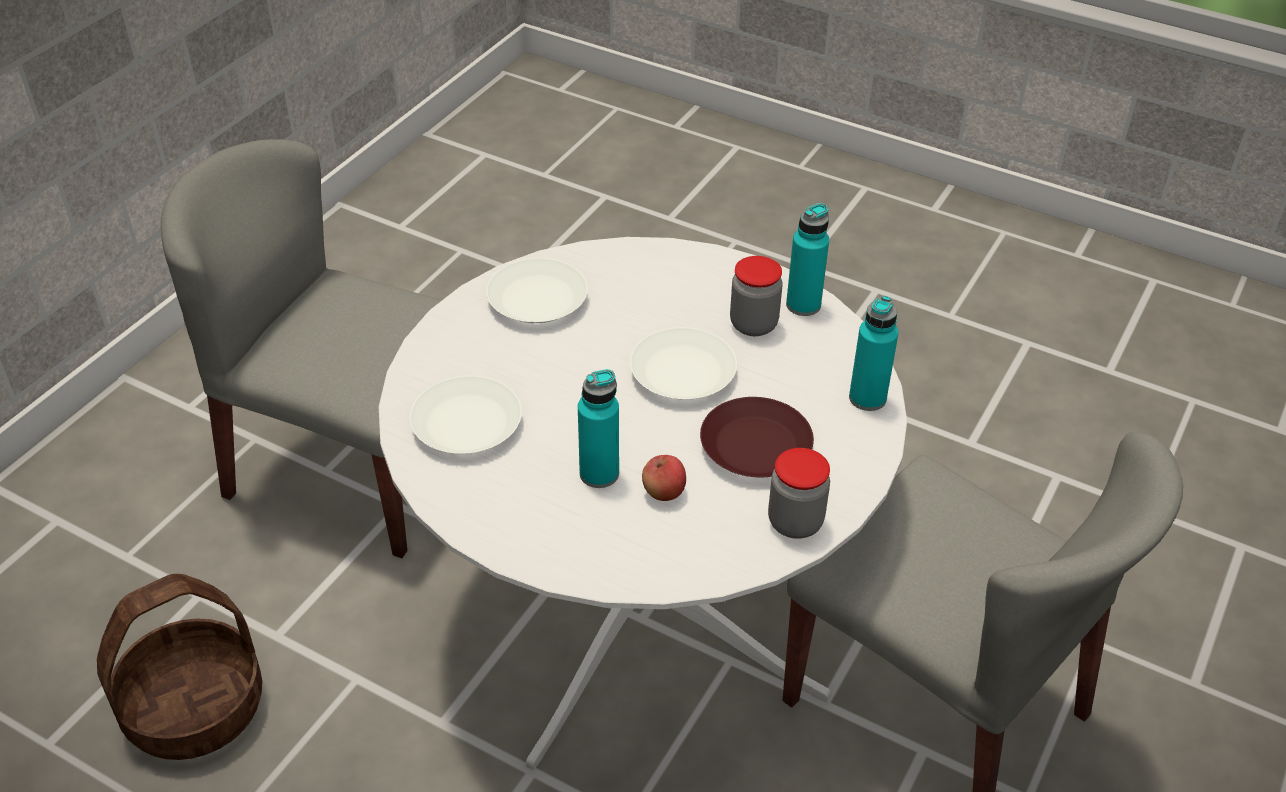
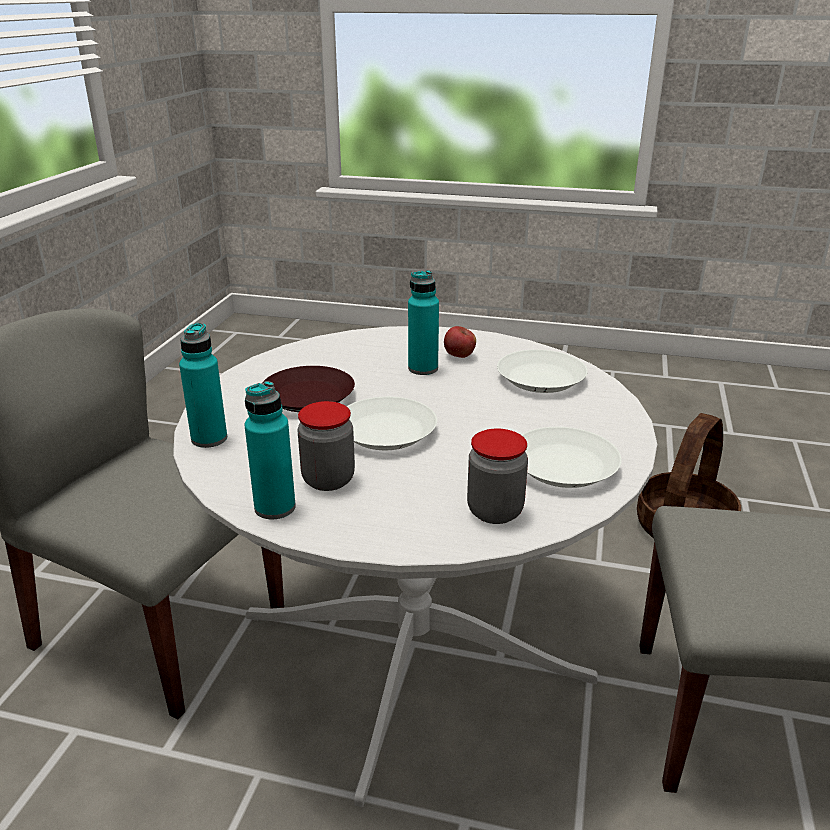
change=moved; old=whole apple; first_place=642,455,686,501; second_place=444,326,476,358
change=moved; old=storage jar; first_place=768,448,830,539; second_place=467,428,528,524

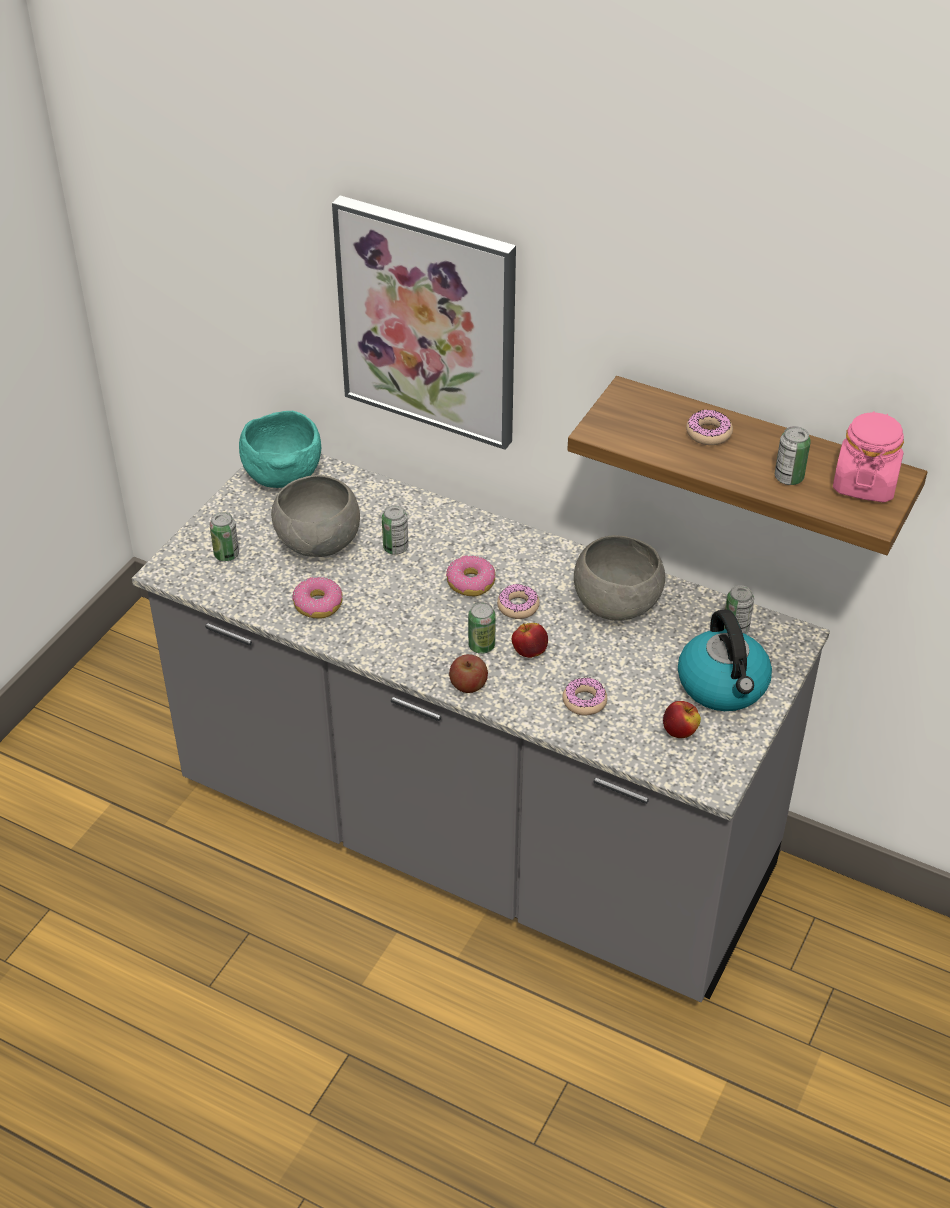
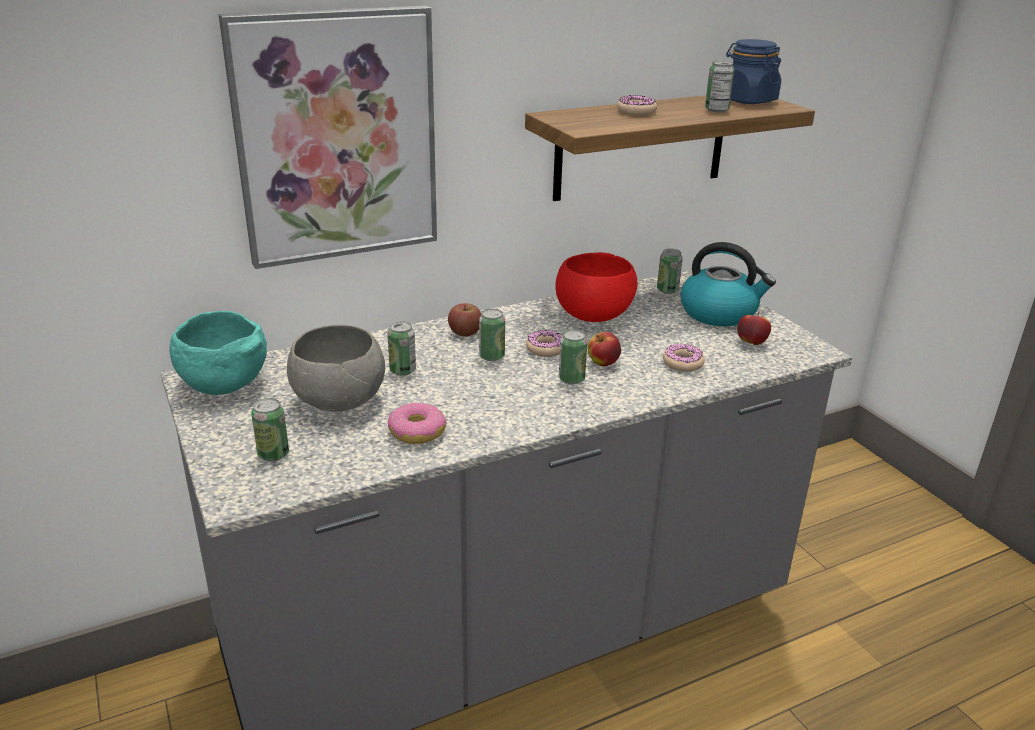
change=replaced; old=donut; new=metal can; first_place=446,555,495,596; second_place=479,309,505,361
change=moved; old=whole apple; first_place=449,654,488,693; second_place=448,303,482,337
change=recoloured; old=grey bowl; new=reddish bowl; first_place=574,535,665,621; second_place=555,252,638,322
change=recoloured; old=pinkish storage jar; new=bluish storage jar; first_place=833,411,904,502; second_place=726,39,781,104

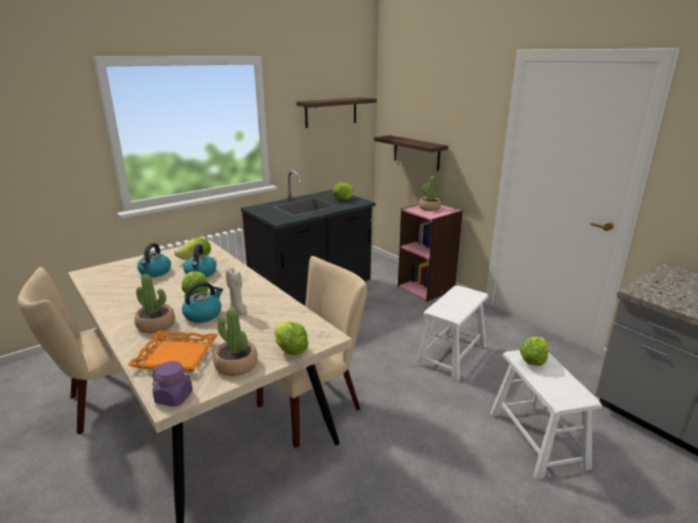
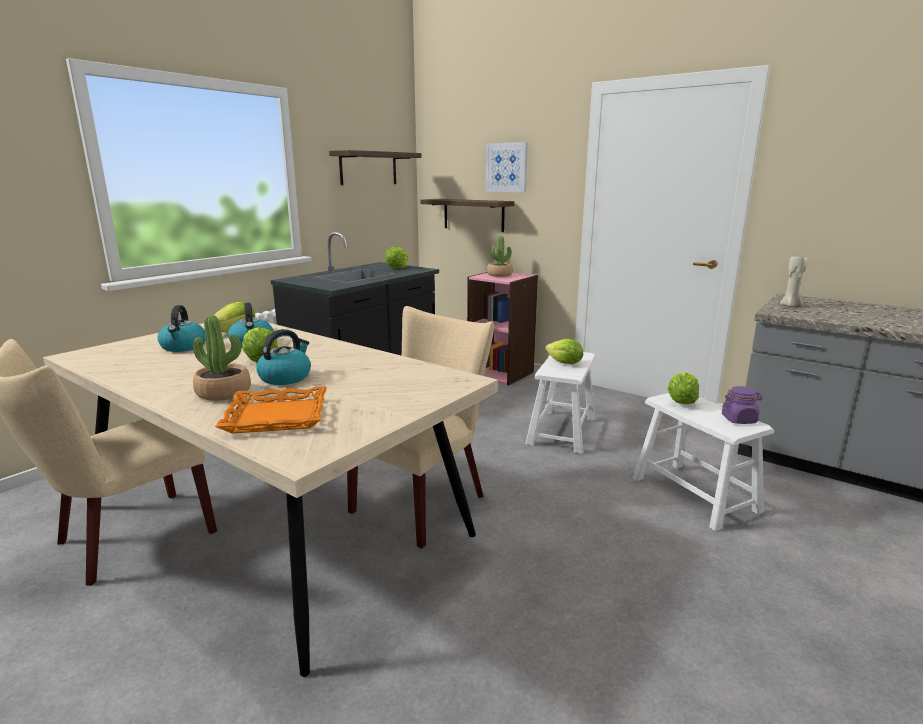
change=moved; old=purple storage jar; first_place=152,361,193,407; second_place=722,386,762,424
change=removed; old=houseplant; first_place=213,308,258,376
change=moved; old=beige-coloured wax light; first_place=226,268,247,315; second_place=780,254,807,306
change=moved; old=lettuce head; first_place=274,322,308,355; second_place=545,339,583,364
change=added; new=picture; second_place=486,142,528,192

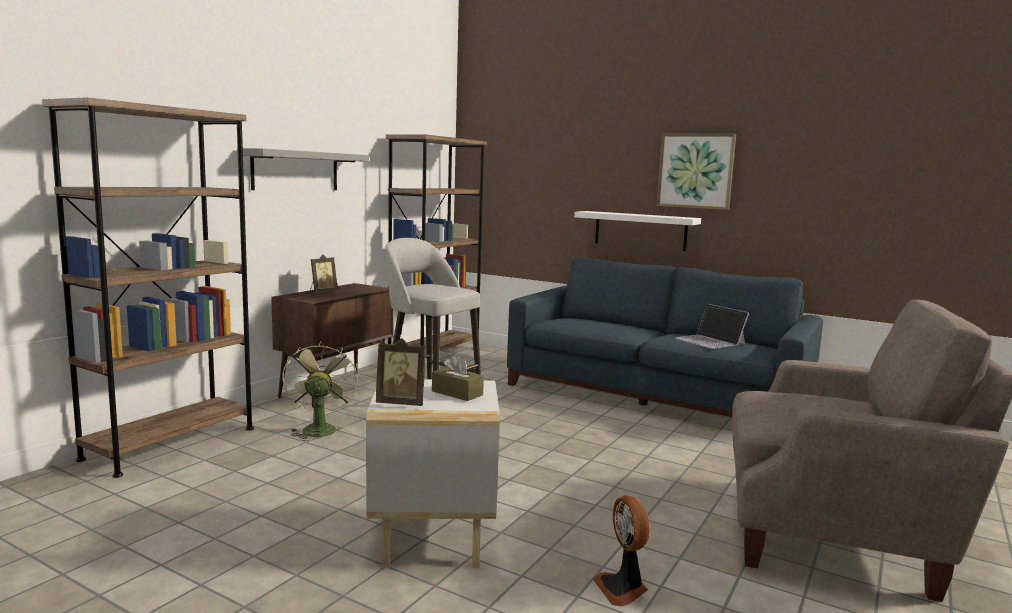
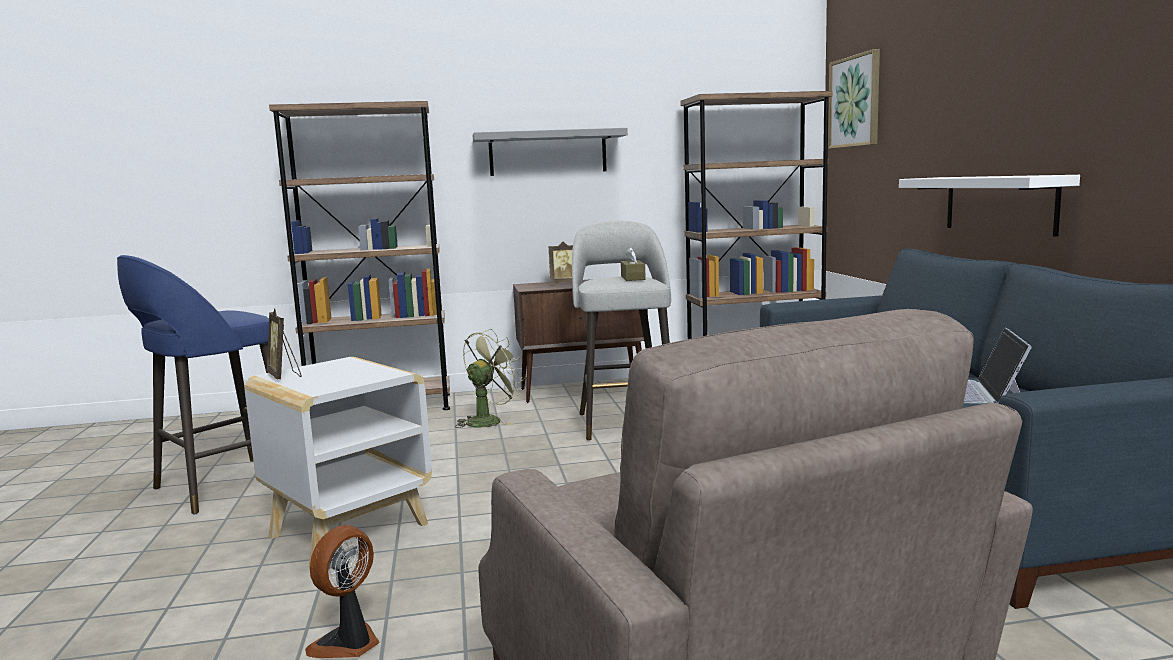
change=moved; old=brown tissue holder; first_place=432,354,484,401; second_place=621,247,646,281
change=moved; old=picture; first_place=657,134,736,210; second_place=828,49,880,149
change=added; new=bluish sitting stool; second_place=117,255,269,514

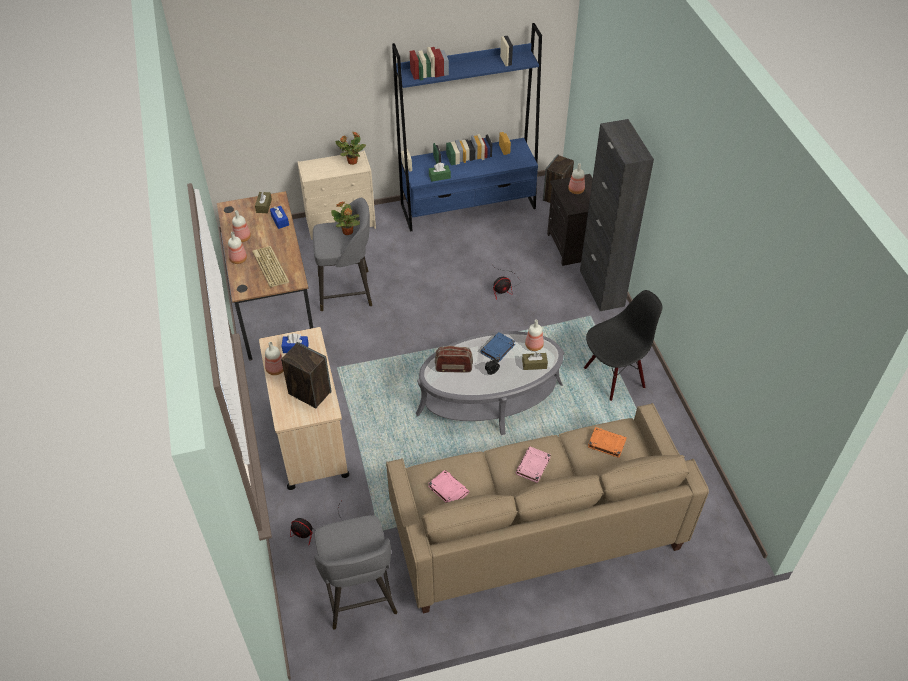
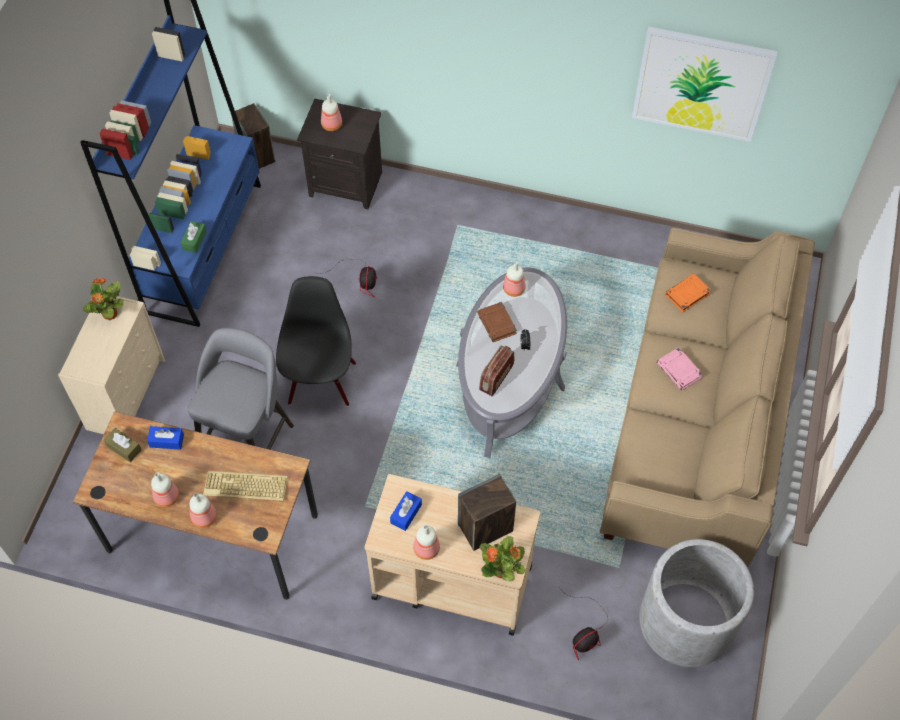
change=replaced; old=grey sitting stool; new=grey plant pot; first_place=314,515,397,630; second_place=639,539,754,667
change=moved; old=houseplant; first_place=331,202,360,235; second_place=479,536,526,581
change=removed; old=pinkish bound book; first_place=428,470,469,503
change=recoloured; old=bluish bound book; new=brown bound book; first_place=481,332,515,361; second_place=477,302,517,342
change=removed; old=brown tissue holder; first_place=522,352,548,370
change=removed; old=blackish cabinet; first_place=580,119,654,311
change=moved; old=blackish plain chair; first_place=584,290,662,401; second_place=276,276,356,406
change=added; new=picture; second_place=632,27,778,142

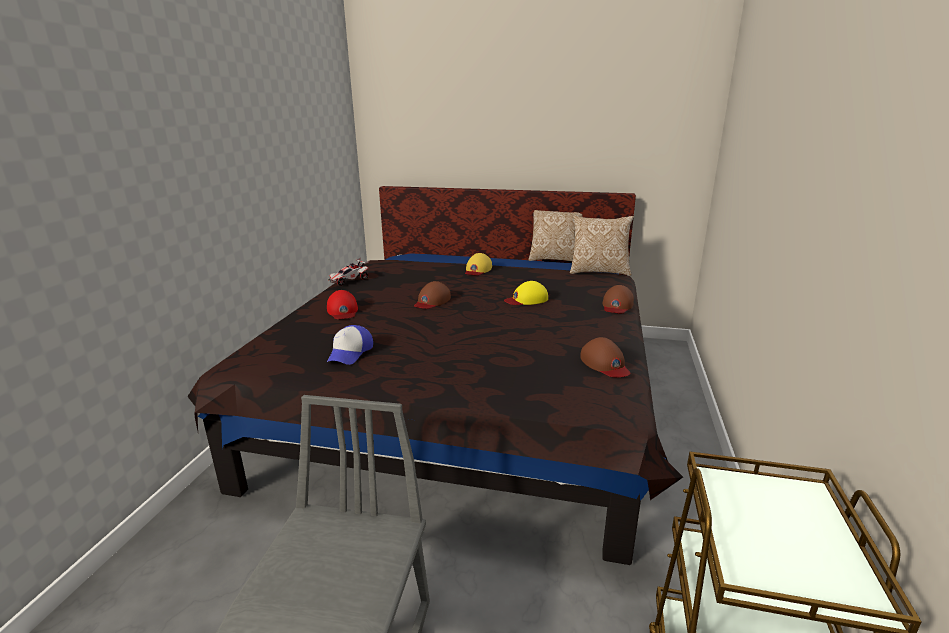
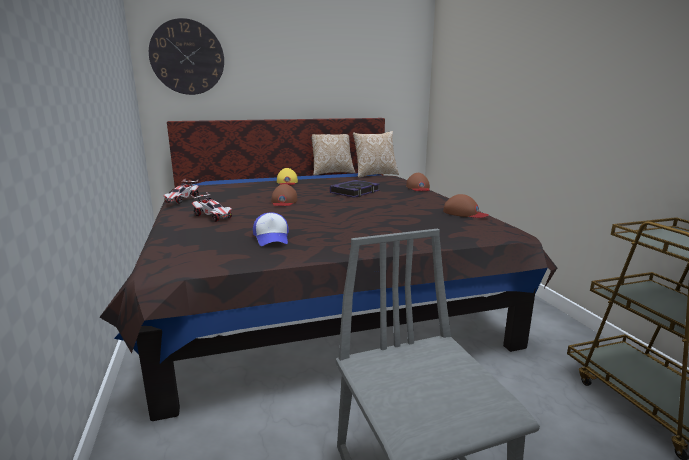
change=replaced; old=reddish baseball cap; new=model car; first_place=327,290,358,319; second_place=191,192,232,222
change=replaced; old=yellowish baseball cap; new=bound book; first_place=504,281,548,305; second_place=330,180,380,198
change=added; new=wall clock; second_place=149,18,224,95

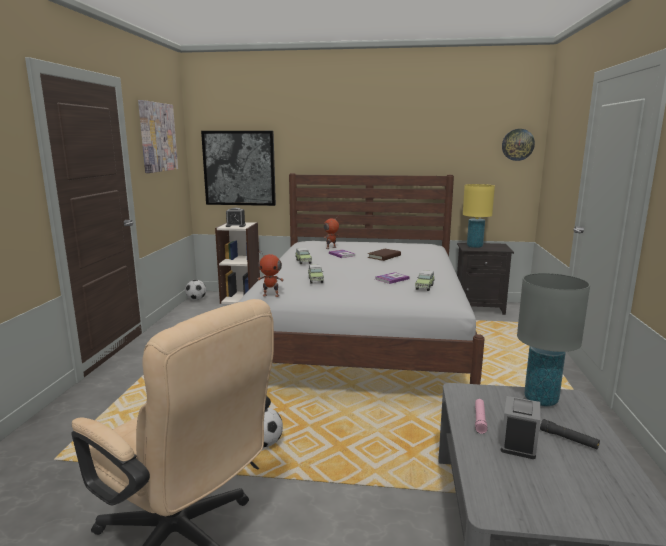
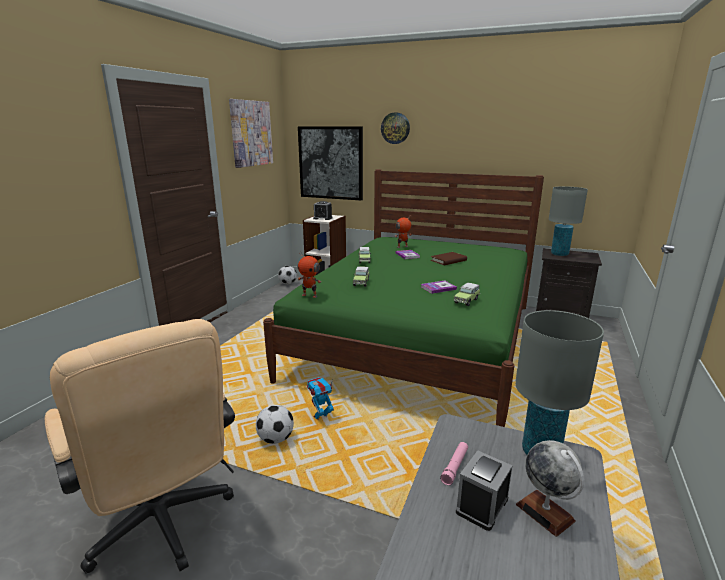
change=recoloured; old=white bed; new=green bed; first_place=239,173,485,384; second_place=263,169,544,427
change=recoloured; old=yellowish table lamp; new=grey table lamp; first_place=463,184,495,248; second_place=549,186,588,256
change=moved; old=wall clock; first_place=502,129,535,161; second_place=381,112,410,144
change=replaced; old=blackish torch; new=globe; first_place=540,419,600,449; second_place=516,440,584,537
change=added; new=model robot; second_place=307,377,334,420

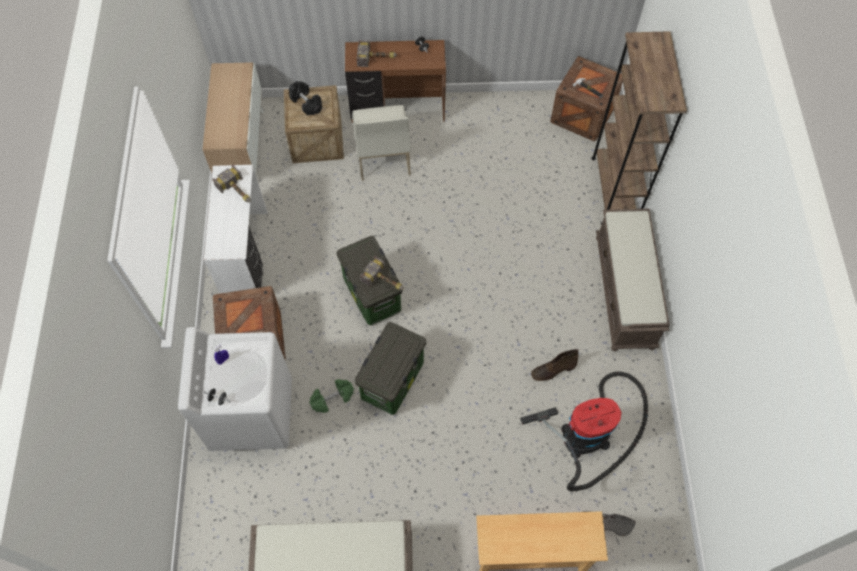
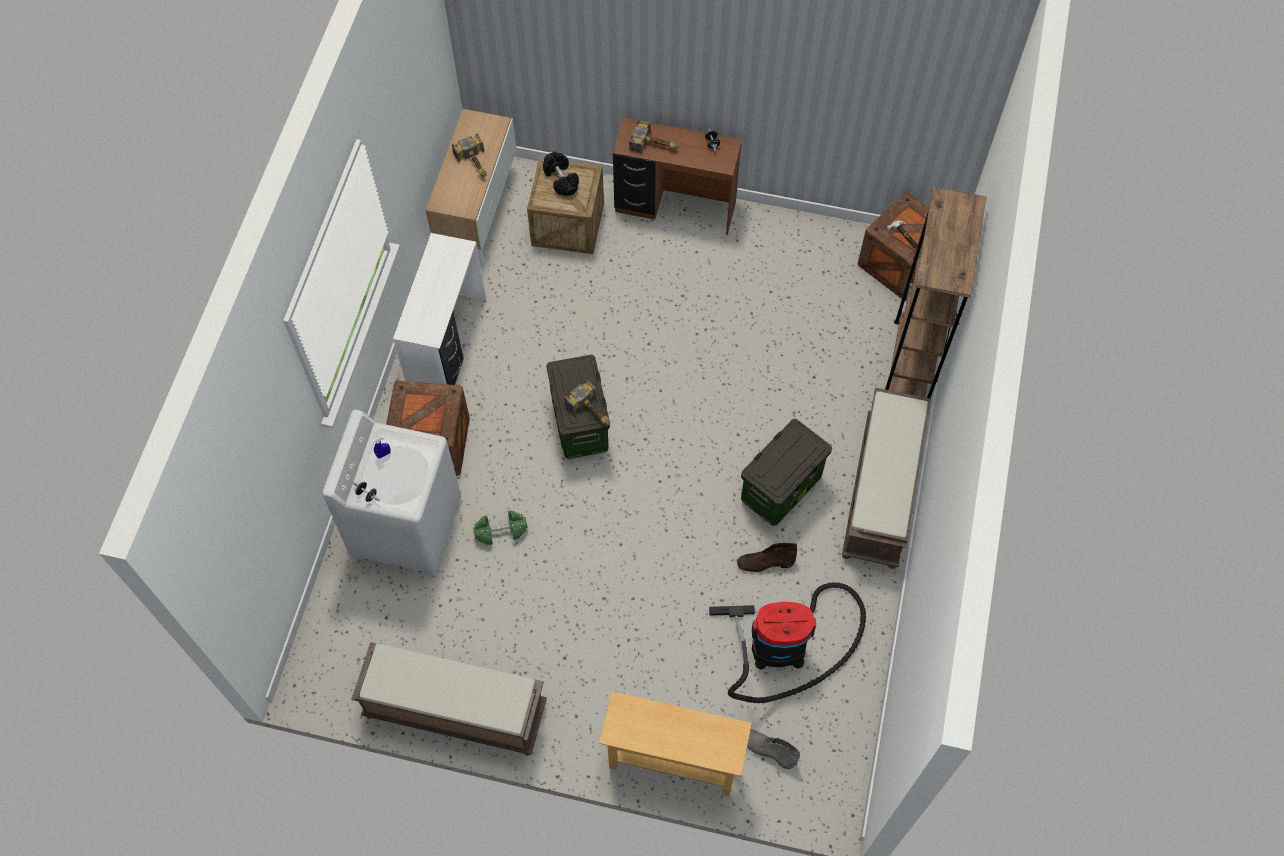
change=moved; old=tool hammer; first_place=212,165,251,202; second_place=452,133,487,177
change=removed; old=white plain chair; first_place=352,105,411,181
change=moved; old=storage box; first_place=354,322,426,415; second_place=741,419,832,526

